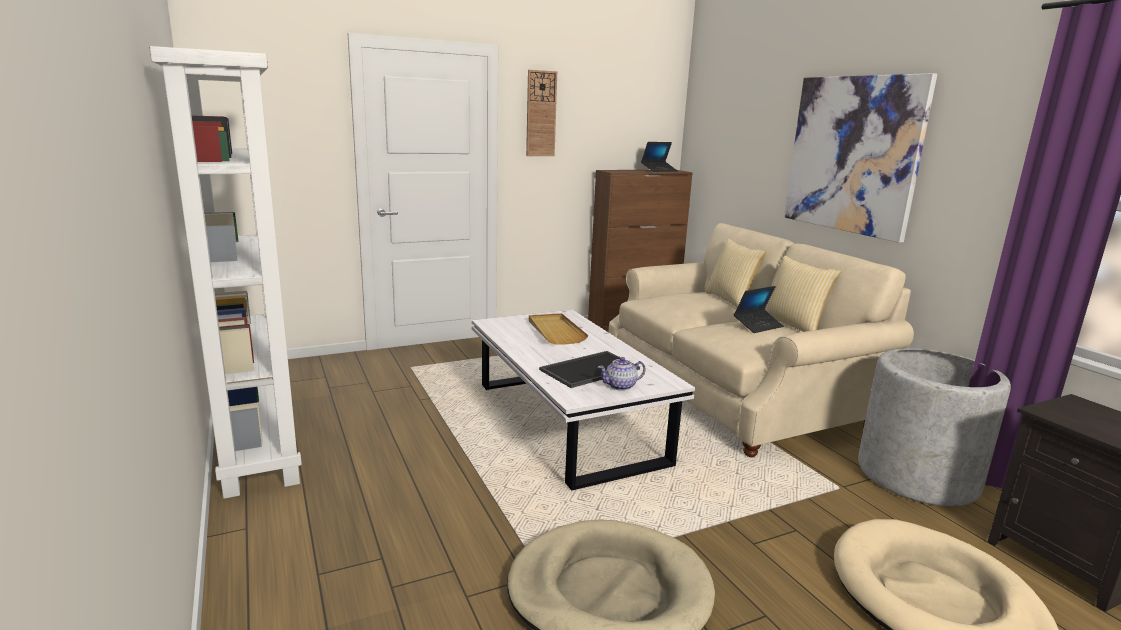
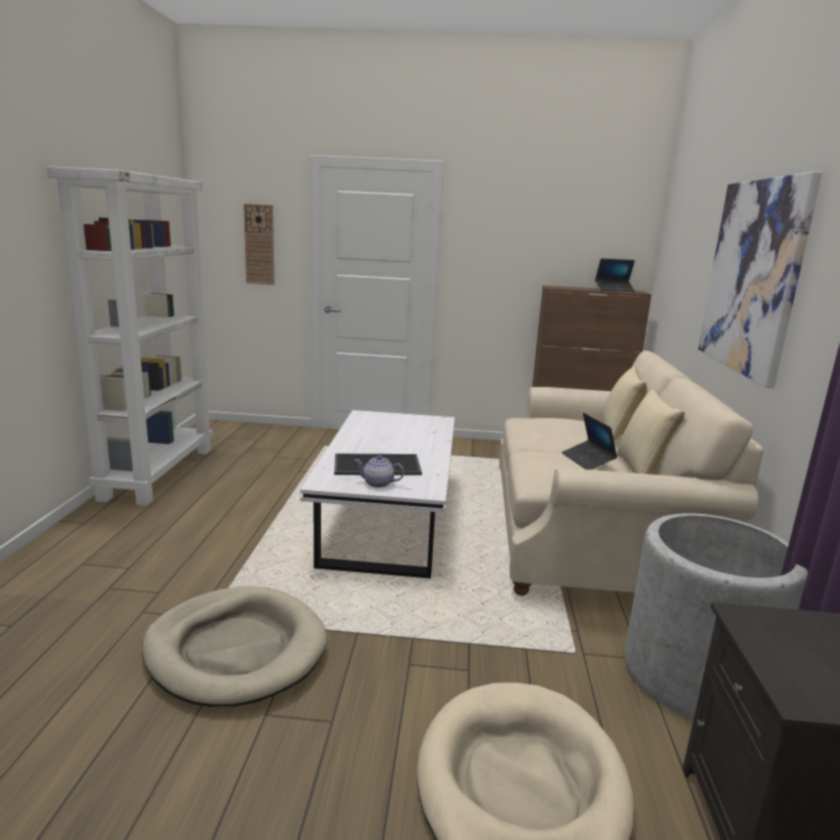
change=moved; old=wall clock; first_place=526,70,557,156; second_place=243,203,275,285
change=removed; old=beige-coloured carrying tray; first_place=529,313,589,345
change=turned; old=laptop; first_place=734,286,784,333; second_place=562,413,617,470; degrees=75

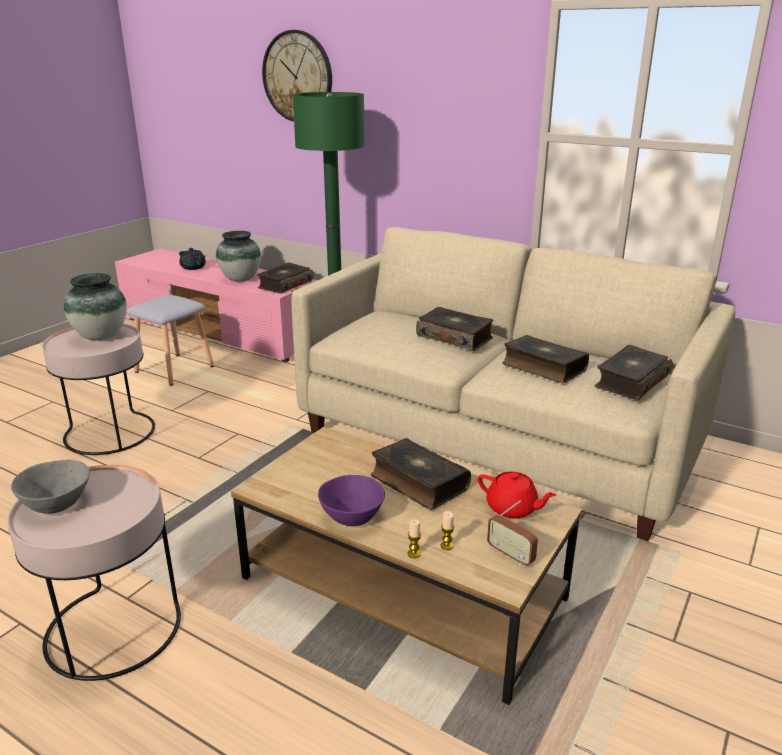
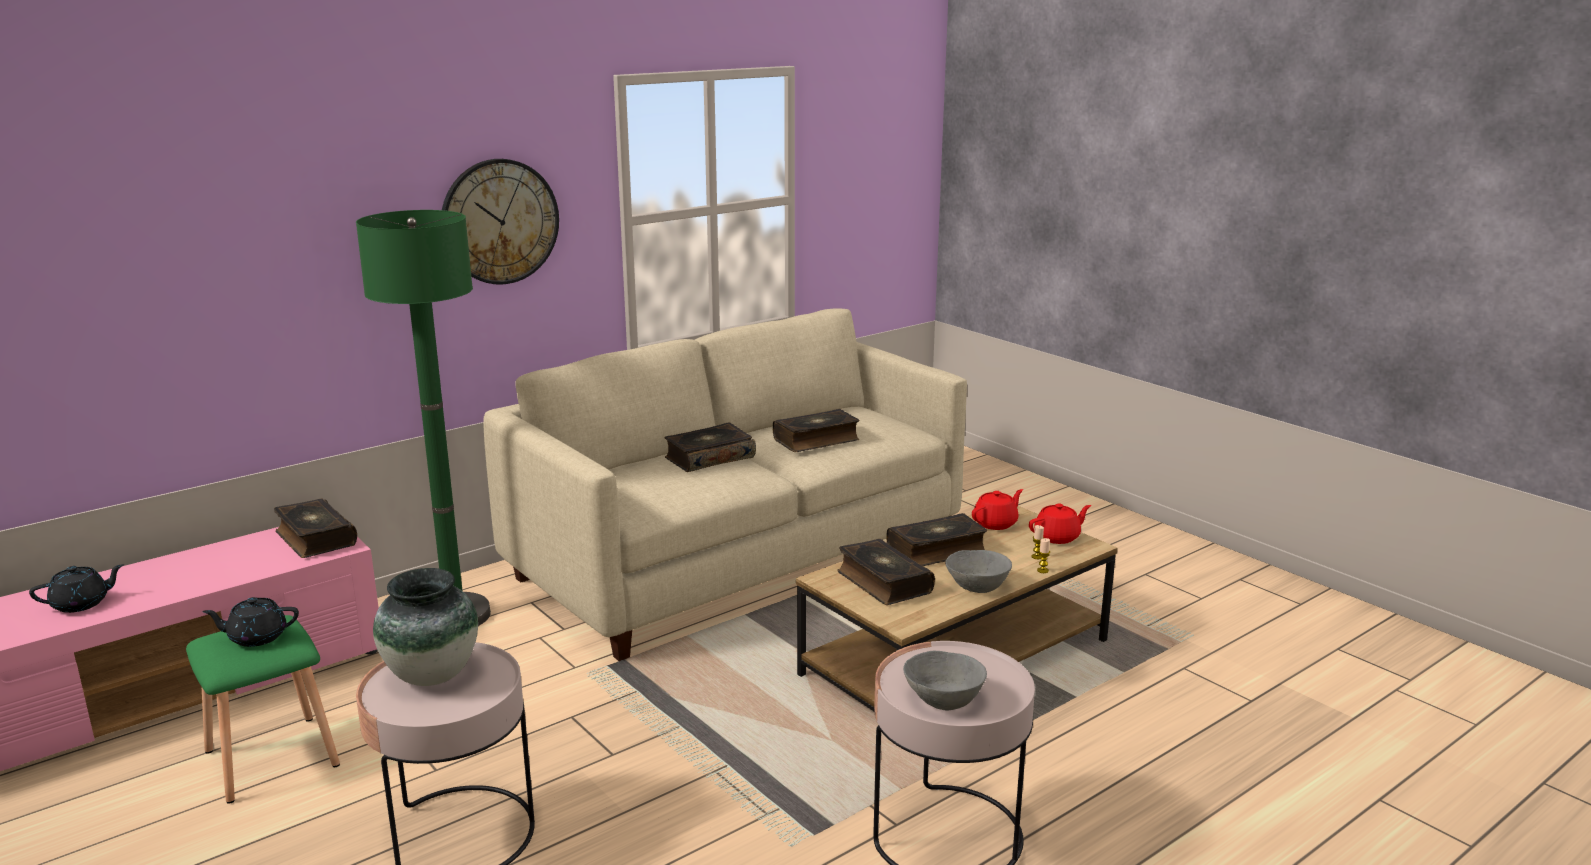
change=recoloured; old=grey sitting stool; new=green sitting stool; first_place=127,295,214,386; second_place=186,615,340,804
change=removed; old=vase; first_place=216,231,261,282
change=moved; old=wall clock; first_place=262,30,332,122; second_place=442,159,559,285
change=recoloured; old=purple bowl; new=grey bowl; first_place=318,475,385,526; second_place=945,550,1012,593
change=replaced; old=radio receiver; new=reddish tea pot; first_place=487,500,538,566; second_place=1029,504,1091,544
change=moved; old=bound book; first_place=594,345,673,400; second_place=837,539,935,605
change=added; new=blackish tea pot; second_place=202,597,299,647

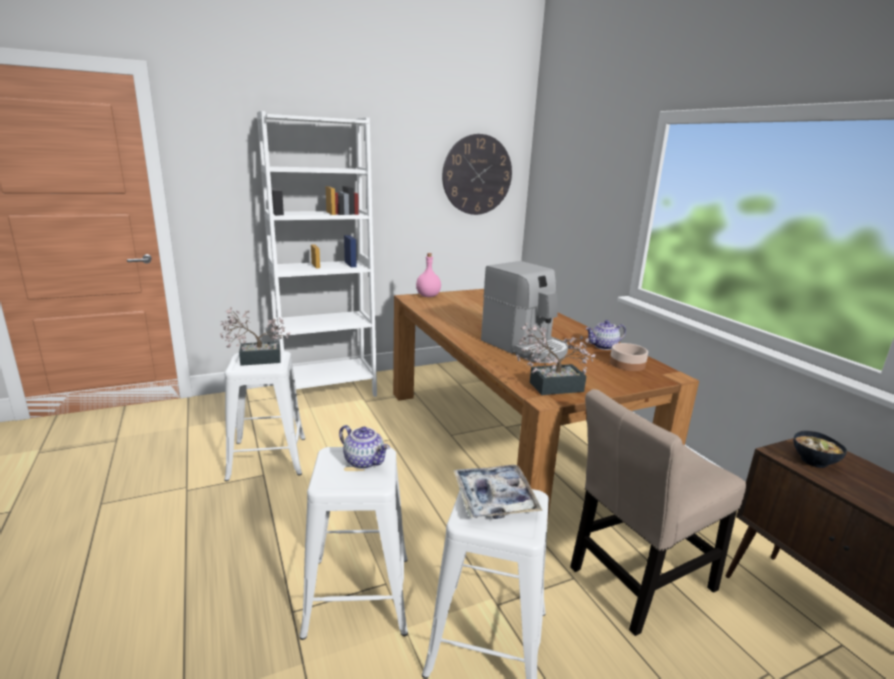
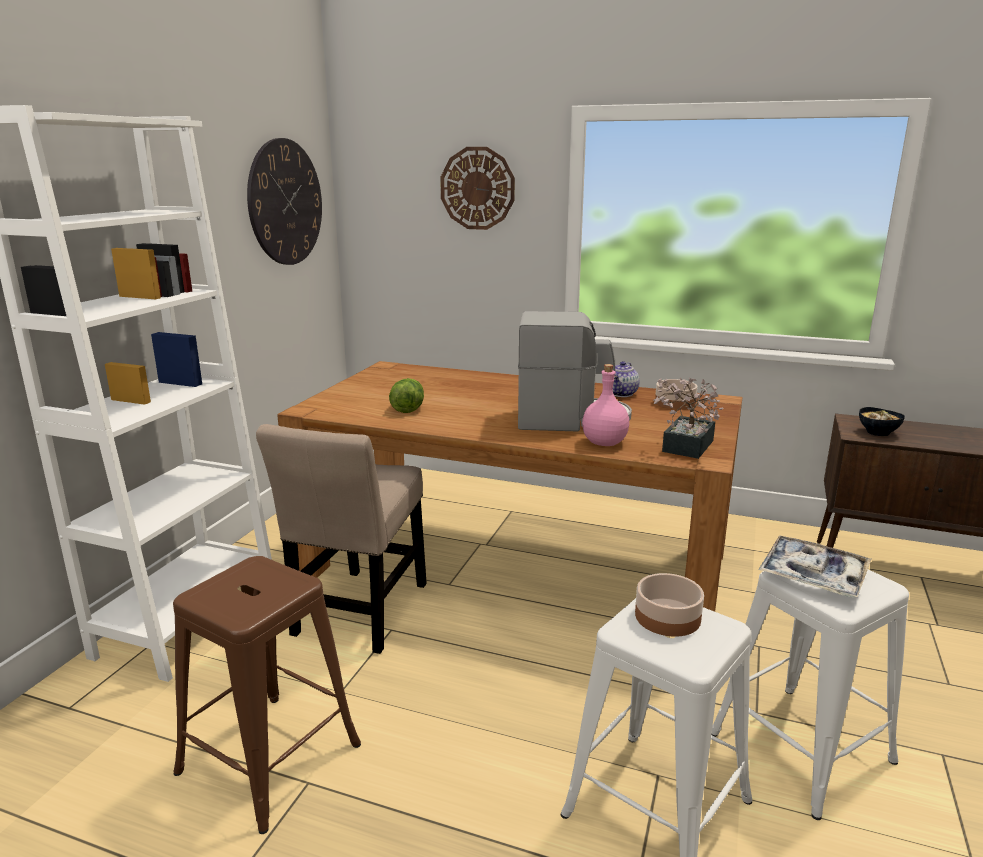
change=removed; old=houseplant; first_place=220,307,291,366
change=recoloured; old=white sitting stool; new=brown sitting stool; first_place=224,351,305,481; second_place=173,556,361,834
change=replaced; old=tea pot; new=bowl; first_place=339,425,390,469; second_place=635,573,704,637
change=moved; old=pinkish bottle; first_place=416,253,441,297; second_place=582,364,629,446
change=moved; old=beige-coloured plain chair; first_place=570,389,746,636; second_place=256,424,427,654
change=added; new=lettuce head; second_place=389,378,424,413
change=added; new=wall clock; second_place=440,147,515,230

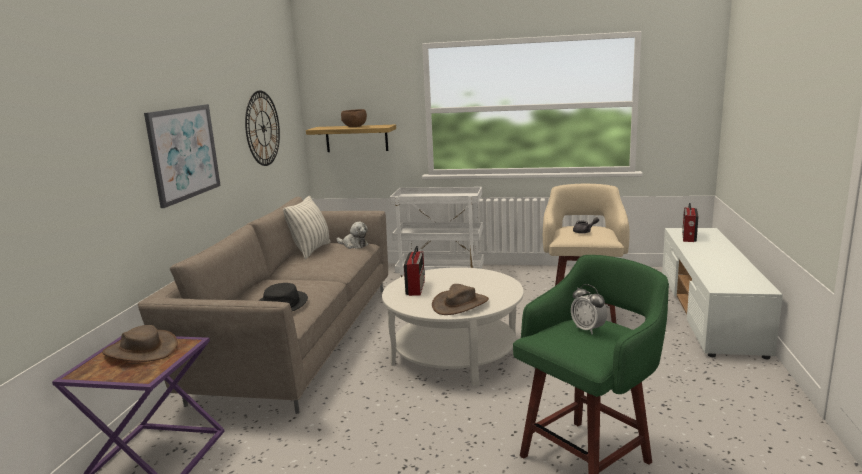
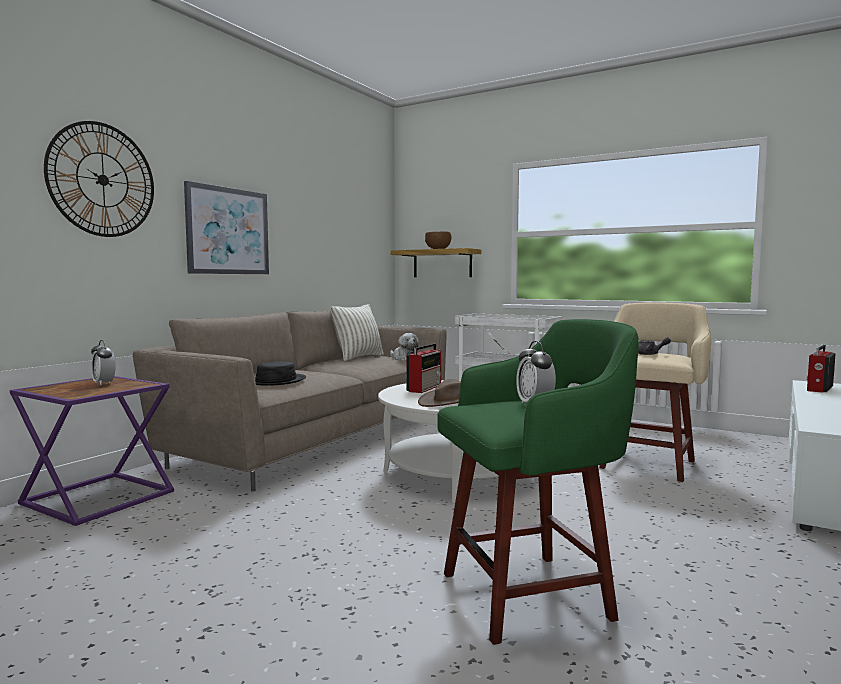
change=replaced; old=brown wearable hat; new=bedside clock; first_place=102,325,178,362; second_place=91,340,116,385
change=moved; old=wall clock; first_place=245,91,280,166; second_place=44,121,154,237

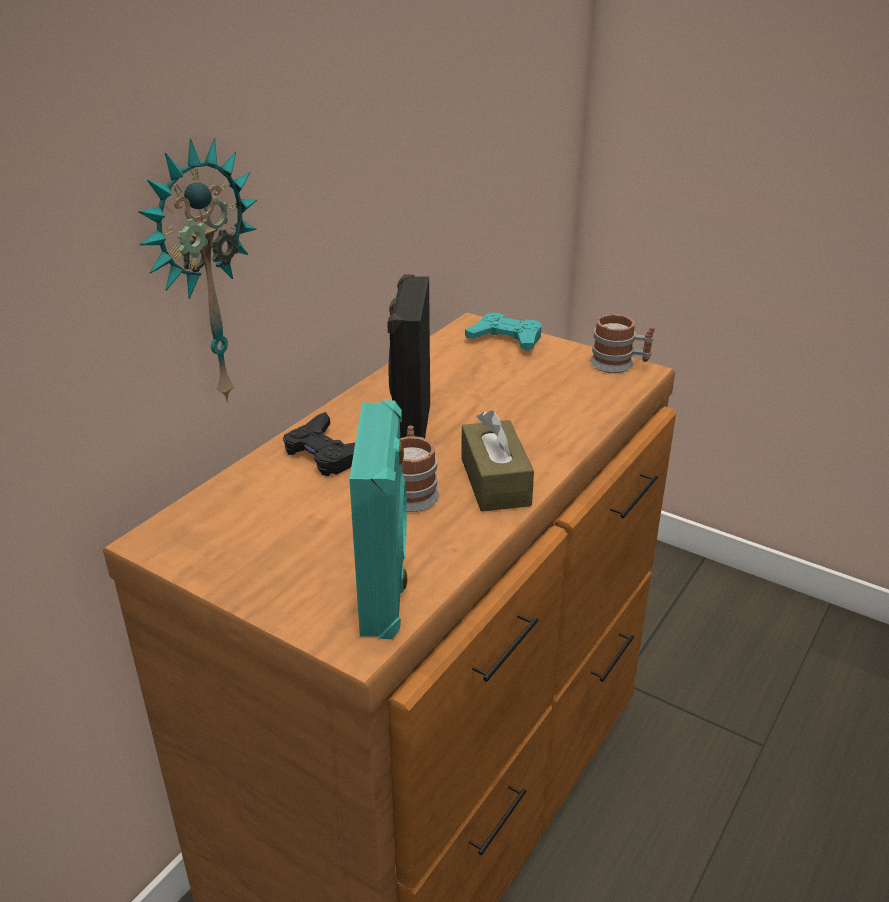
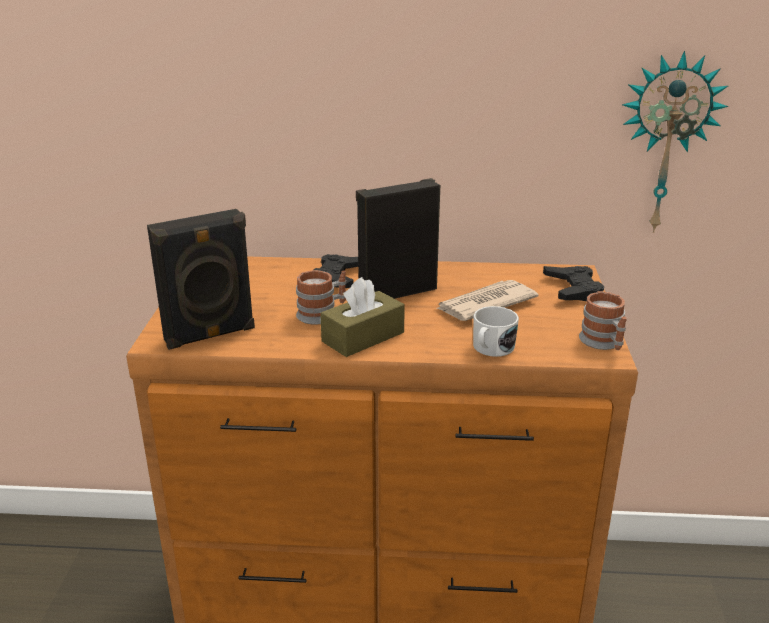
change=moved; old=wall clock; first_place=138,138,257,403; second_place=622,51,728,233
change=recoloured; old=turquoise loudspeaker; new=blackish loudspeaker; first_place=349,400,407,639; second_place=147,209,255,350
change=recoloured; old=turquoise gamepad; new=blackish gamepad; first_place=465,313,542,351; second_place=543,266,604,301
change=added; new=printed paper; second_place=436,280,539,321
change=added; new=white tea mug; second_place=473,306,519,357

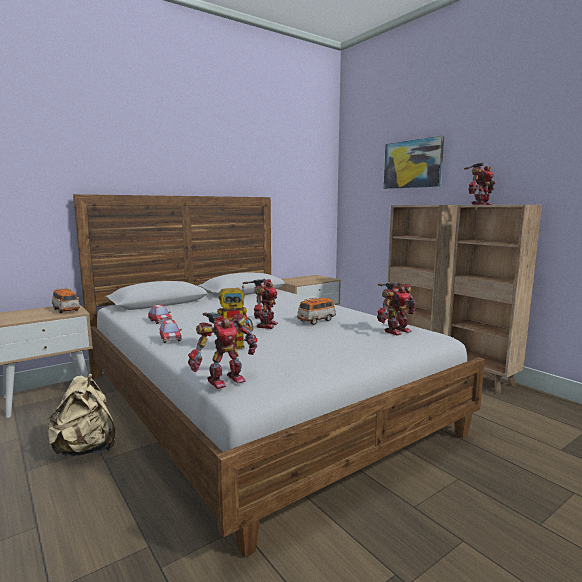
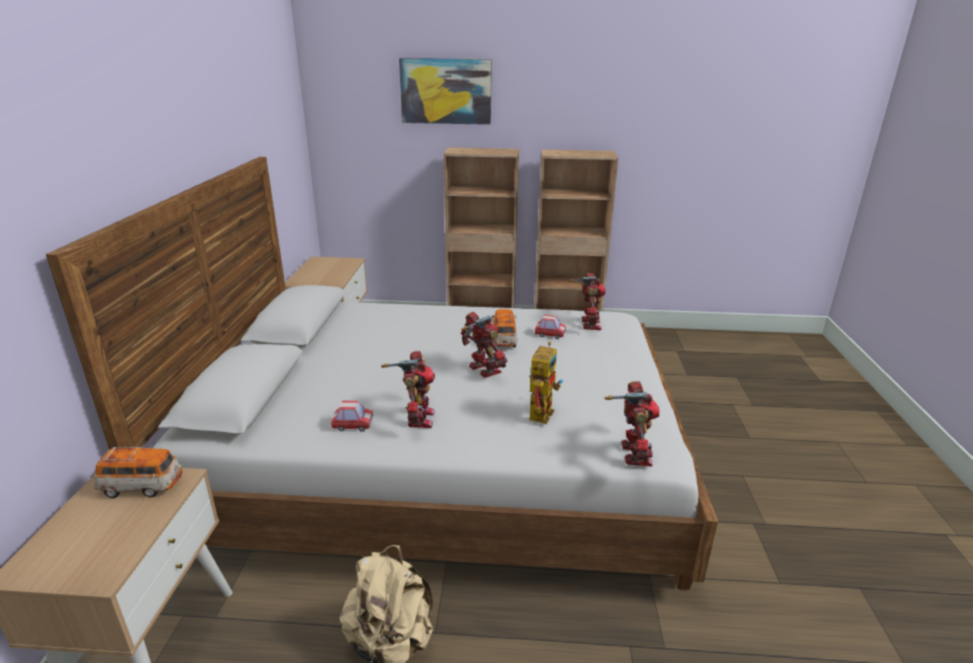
change=moved; old=model car; first_place=160,320,182,343; second_place=535,315,566,339
change=moved; old=model robot; first_place=464,162,495,205; second_place=381,351,435,428

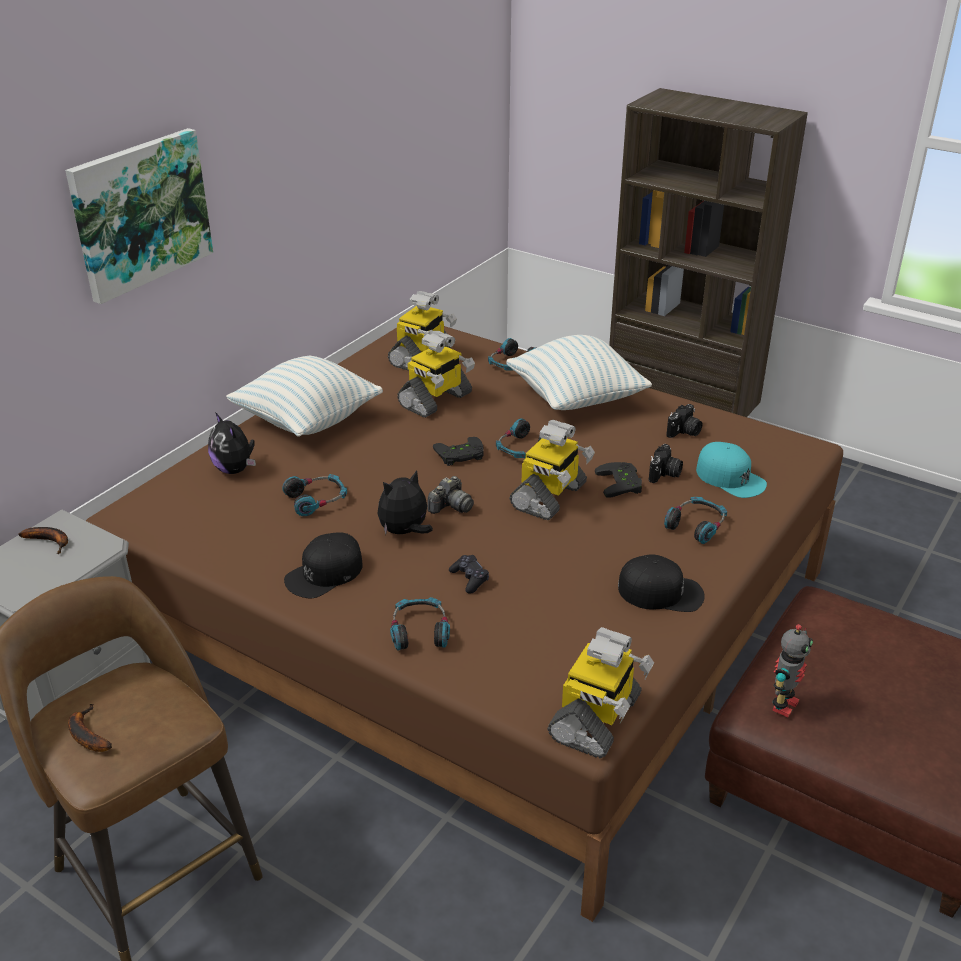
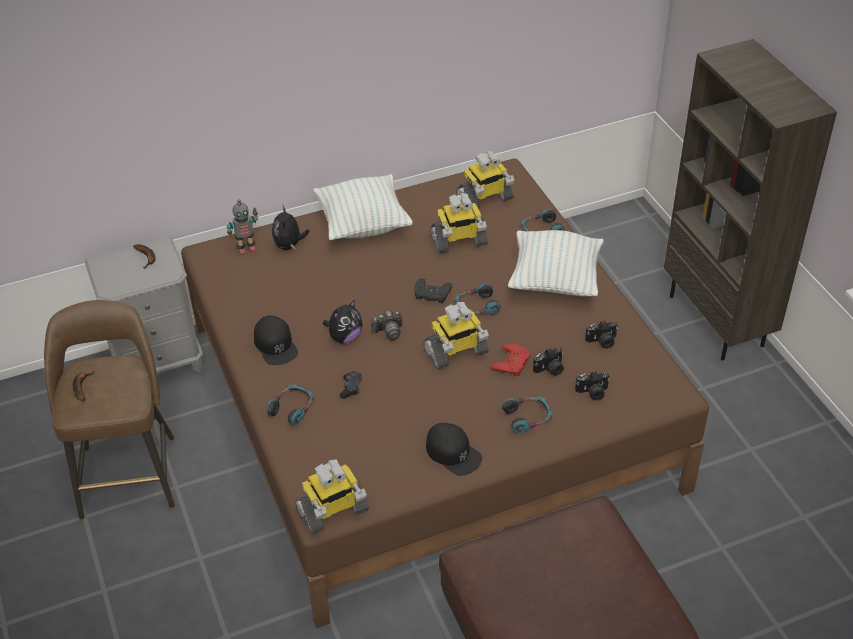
change=removed; old=picture; first_place=65,128,213,304
change=removed; old=headset; first_place=282,474,347,516
change=turned; old=blackish baseball cap; first_place=284,532,362,599; second_place=254,316,298,365; degrees=-105
change=turned; old=cuddly toy; first_place=378,470,433,534; second_place=323,299,362,344; degrees=135
change=recoloured; old=blackish gamepad; new=reddish gamepad; first_place=595,462,642,498; second_place=491,343,530,376
change=replaced; old=turquoise baseball cap; new=photo camera; first_place=696,442,767,498; second_place=575,371,610,401
change=moved; old=model robot; first_place=773,624,813,717; second_place=227,200,258,255

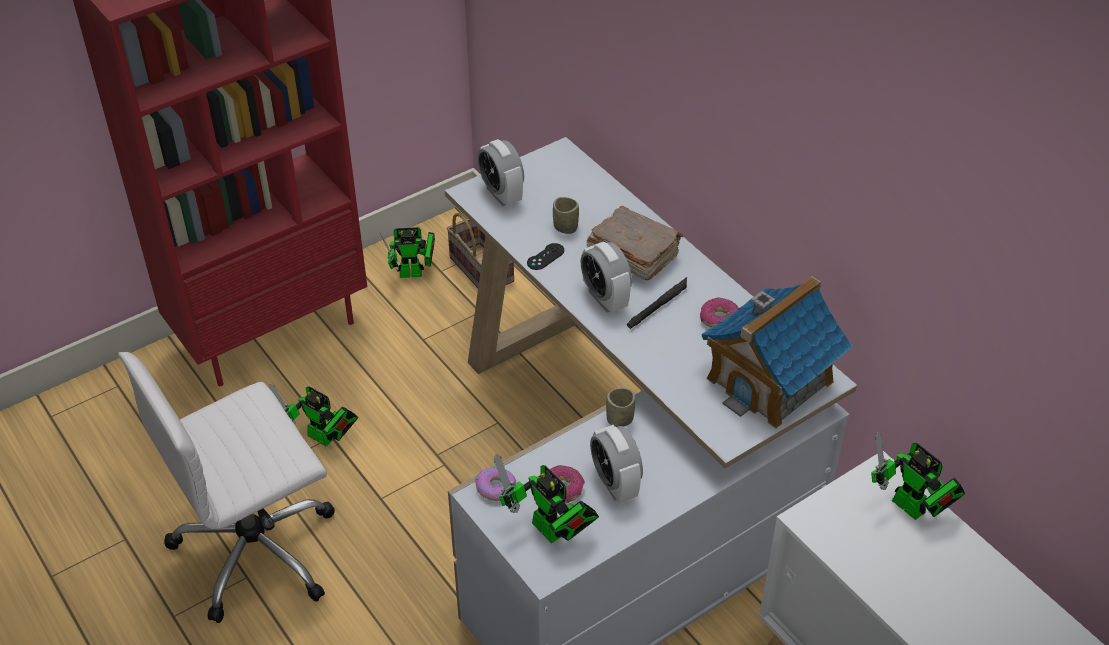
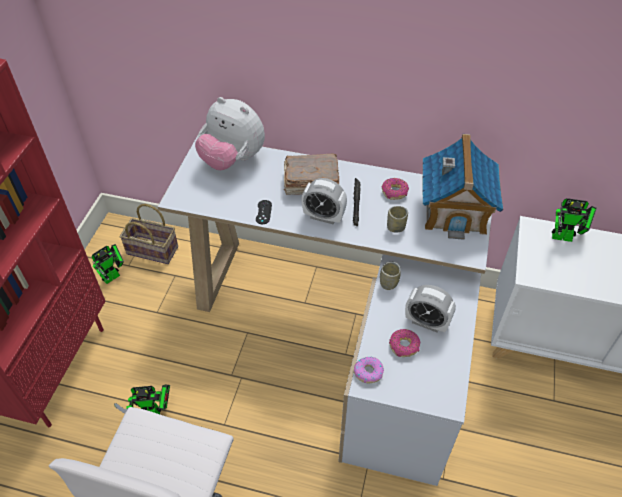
change=removed; old=bedside clock; first_place=478,139,524,206
change=removed; old=model robot; first_place=494,454,599,543
change=moved; old=drinking cup; first_place=553,197,579,234; second_place=387,206,408,232
change=added; new=cuddly toy; second_place=195,97,265,170

